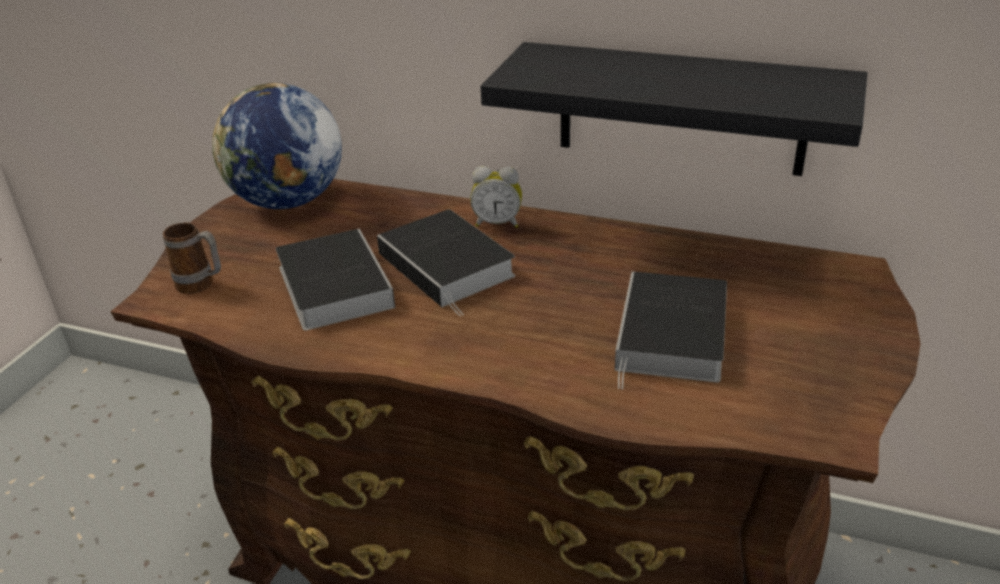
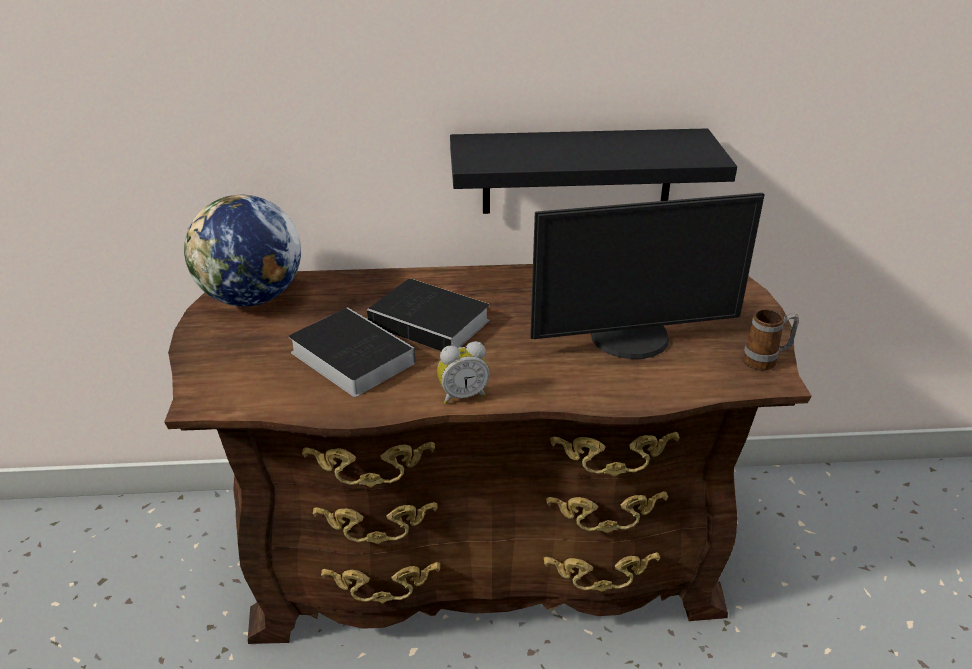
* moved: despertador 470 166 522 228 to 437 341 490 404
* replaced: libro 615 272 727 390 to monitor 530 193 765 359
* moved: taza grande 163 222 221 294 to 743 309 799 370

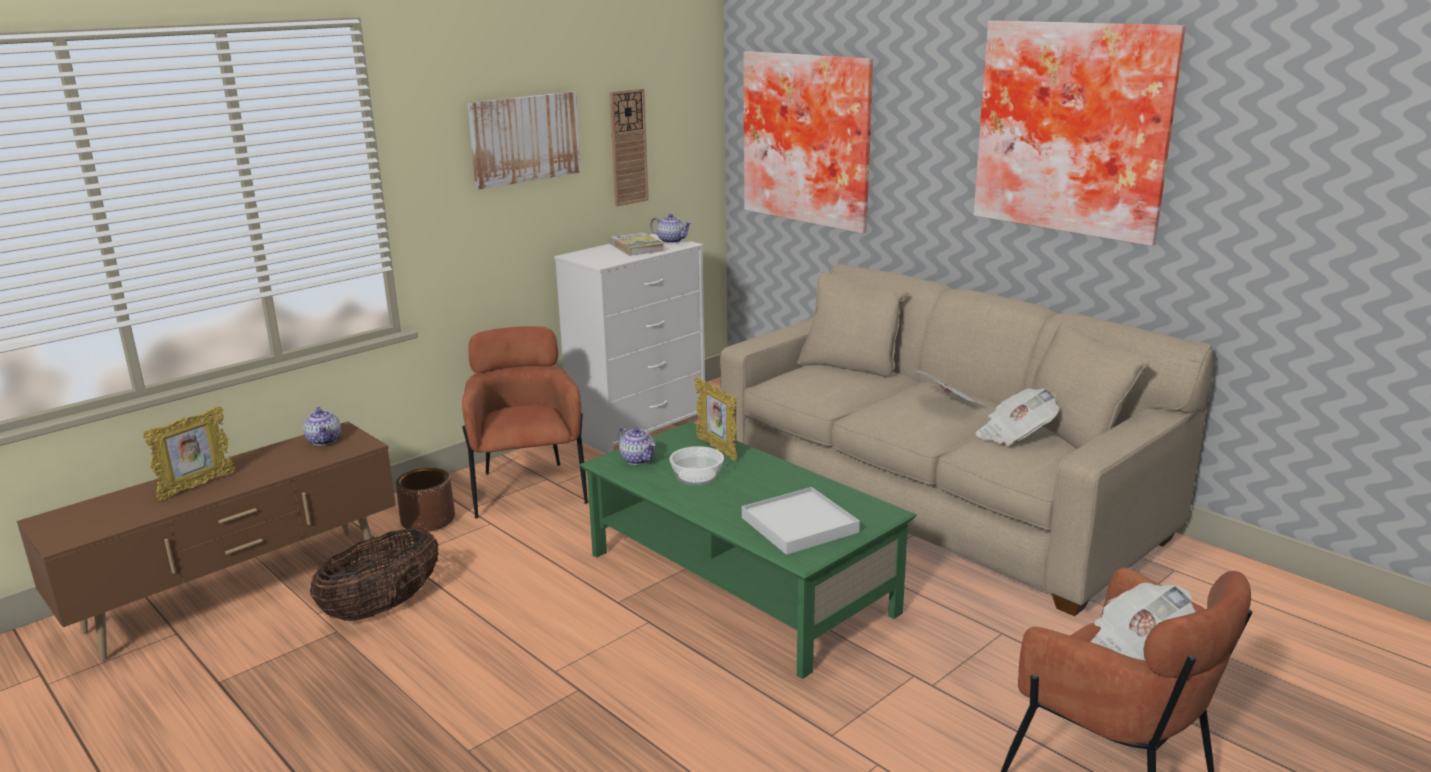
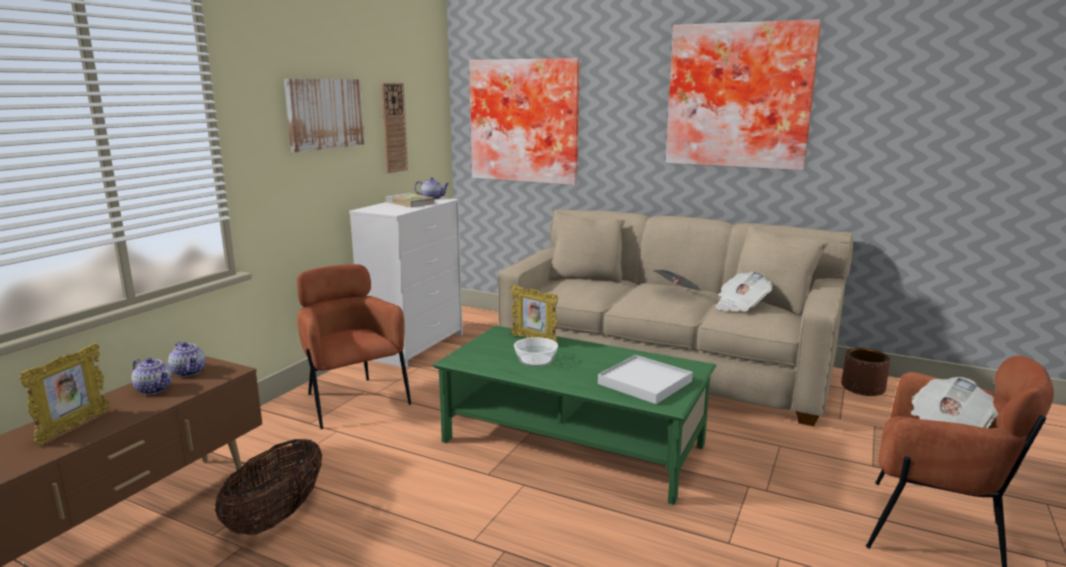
* moved: tetera 619 427 655 465 to 132 358 172 395
* moved: maceta/marrón 396 468 455 532 to 841 348 890 396

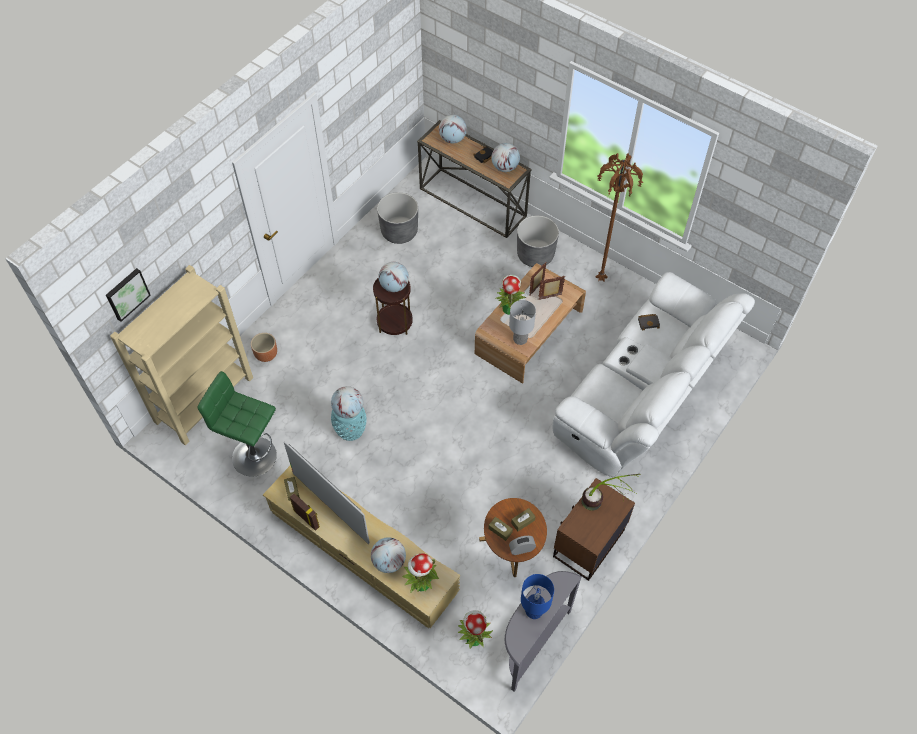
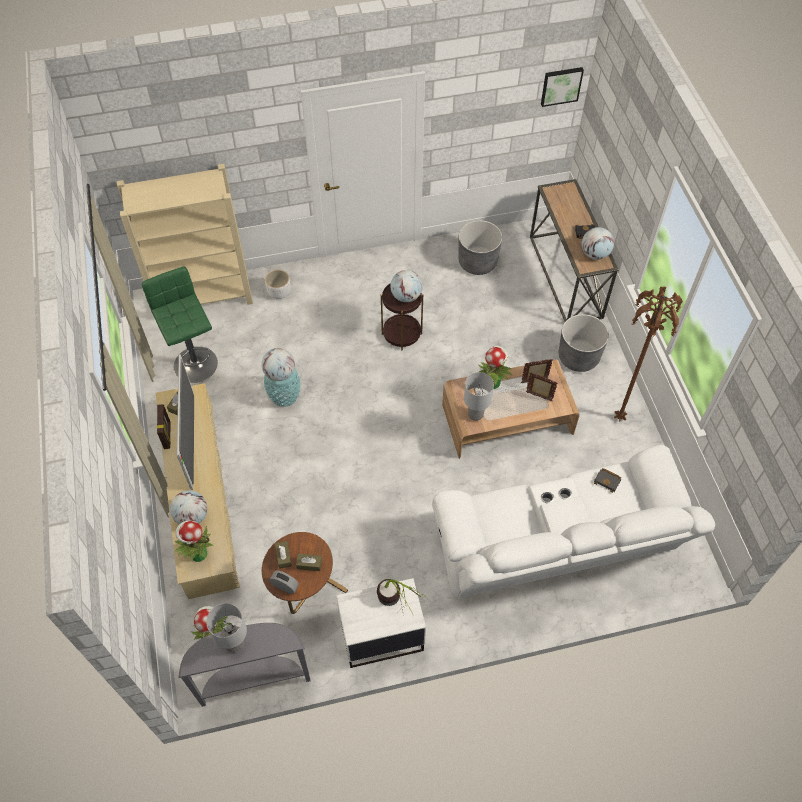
* recoloured: lámpara de mesa/azul 521 574 554 619 to lámpara de mesa/gris 206 603 247 653
* recoloured: maceta/marrón 251 333 277 362 to maceta/blanco 265 269 291 299
* recoloured: mesita de noche/marrón 553 478 635 581 to mesita de noche/blanco 336 578 426 668
* moved: cuadro 106 268 151 322 to 541 67 584 107
* removed: globo terráqueo 439 115 467 143

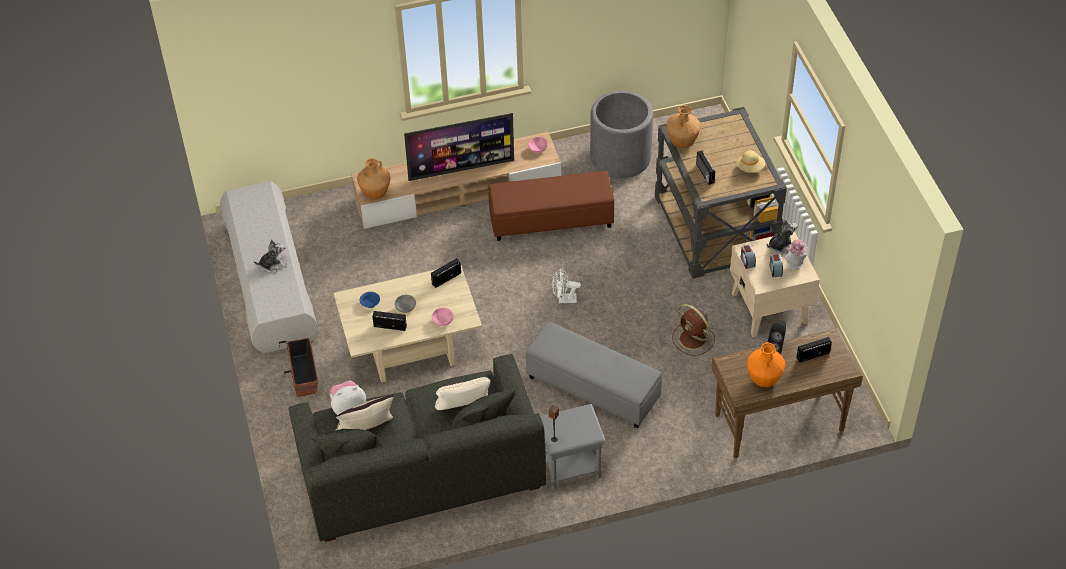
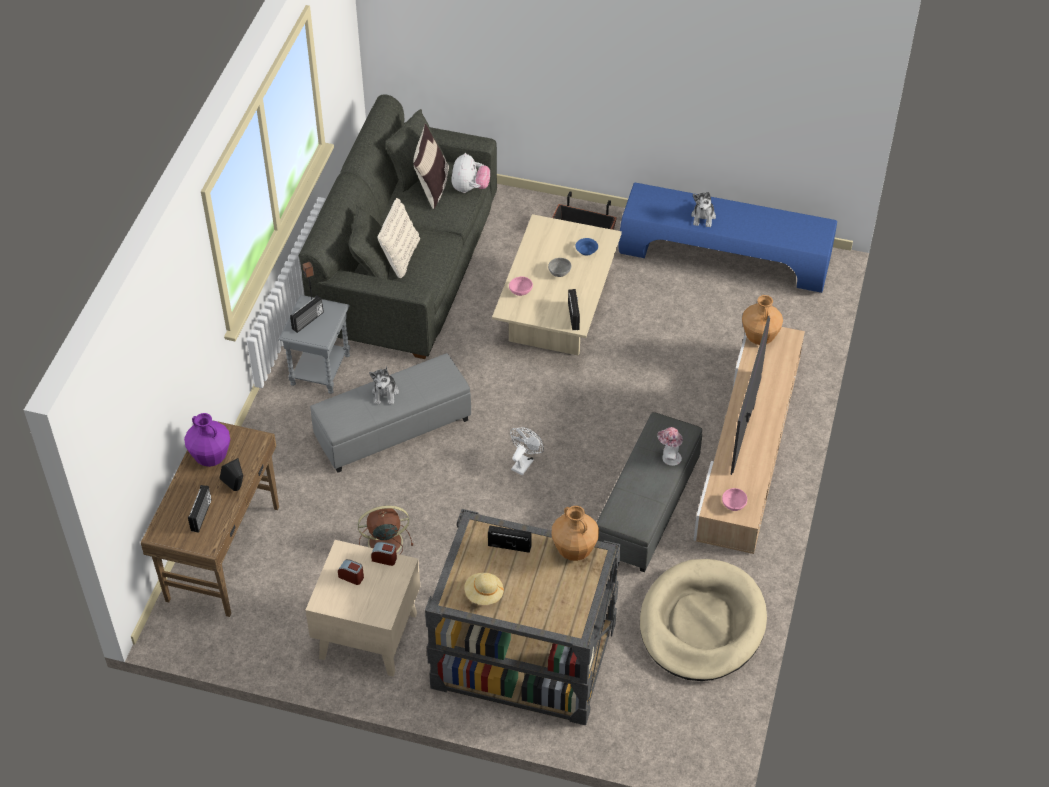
* recoloured: florero/naranja 747 342 785 387 to florero/morado 184 413 230 467
* moved: radio 372 311 407 331 to 290 295 324 333
* moved: peluche 767 220 798 254 to 369 366 399 405
* recoloured: puf/marrón 488 171 615 241 to puf/gris 596 412 702 572
* recoloured: banco/gris 220 181 318 353 to banco/azul 619 183 837 293
* replaced: maceta/gris 590 91 653 178 to cama para perro/beis 640 559 767 681
* moved: sombrero 784 239 807 270 to 657 427 683 466

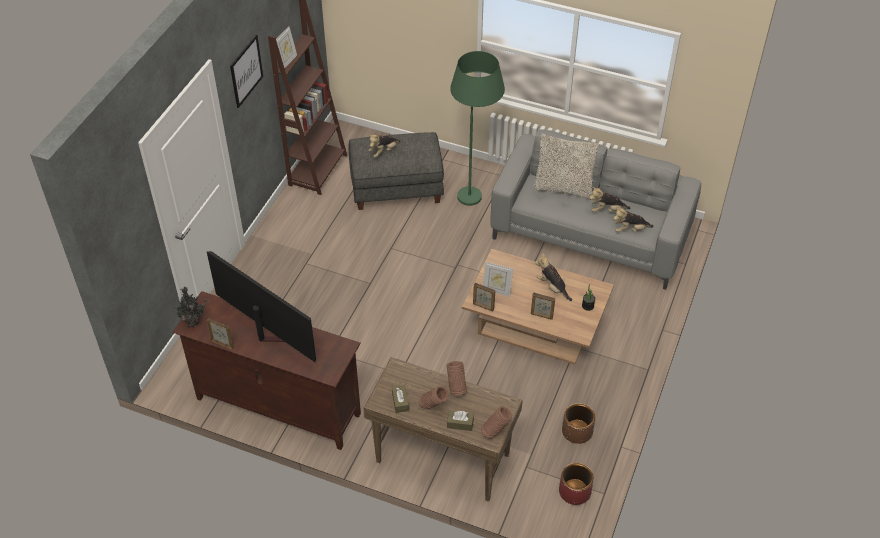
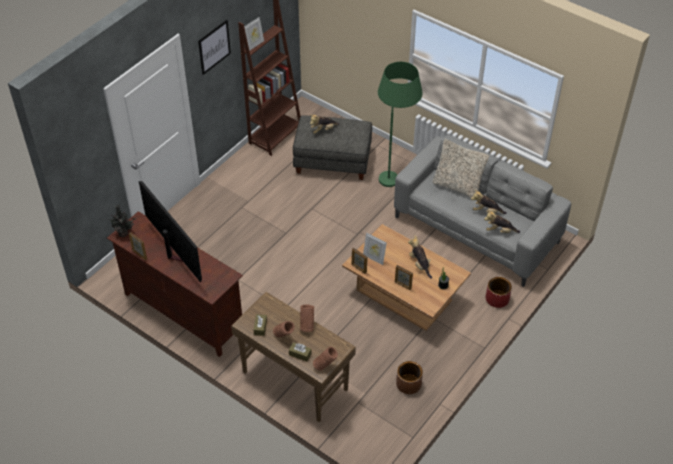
* moved: maceta/rojo 559 463 594 505 to 486 277 512 308

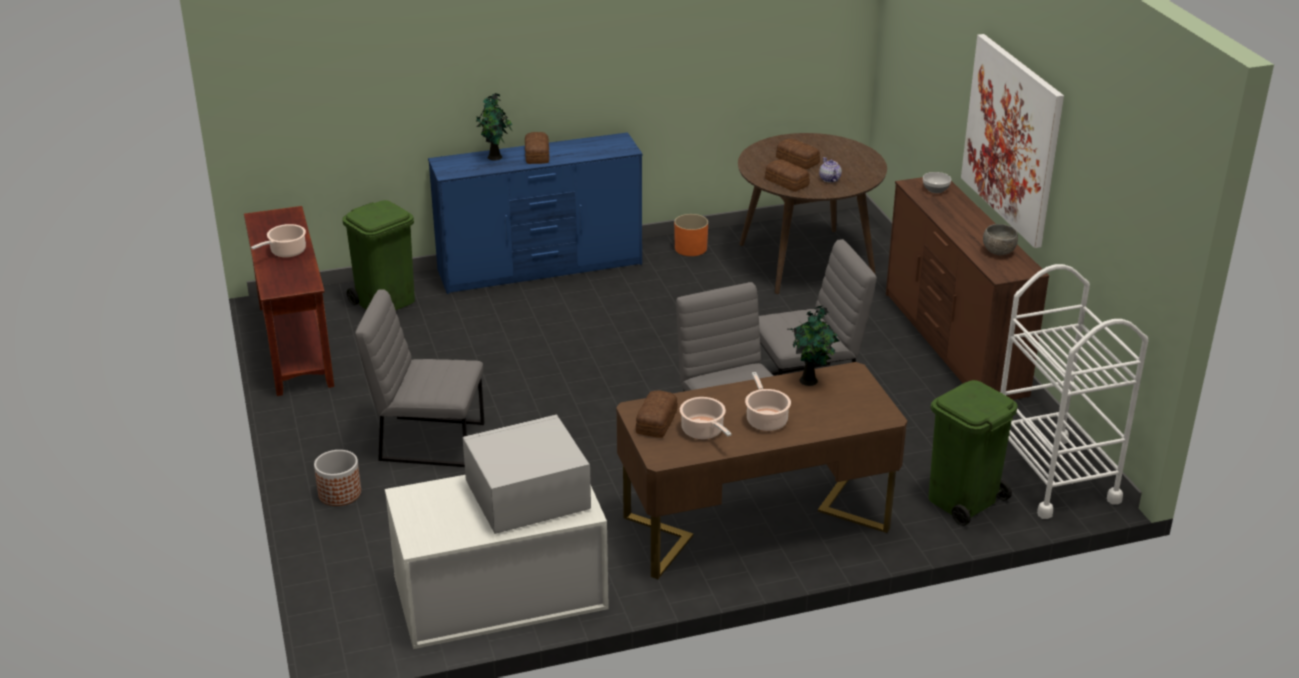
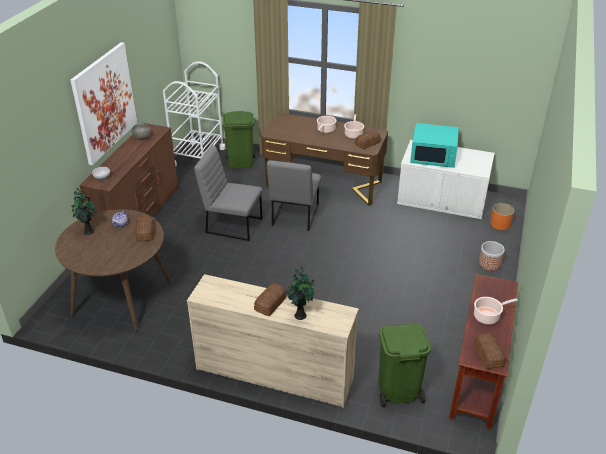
* moved: planta en maceta 788 306 840 386 to 71 189 97 235
* recoloured: cómoda/azul 428 132 643 294 to cómoda/beis 187 274 359 408
* recoloured: microondas/blanco 463 415 591 534 to microondas/turquesa 410 123 459 168
* moved: pan 776 139 820 169 to 474 333 506 369
* moved: maceta/naranja 674 214 708 256 to 490 203 514 230
* removed: silla/gris 355 289 484 467

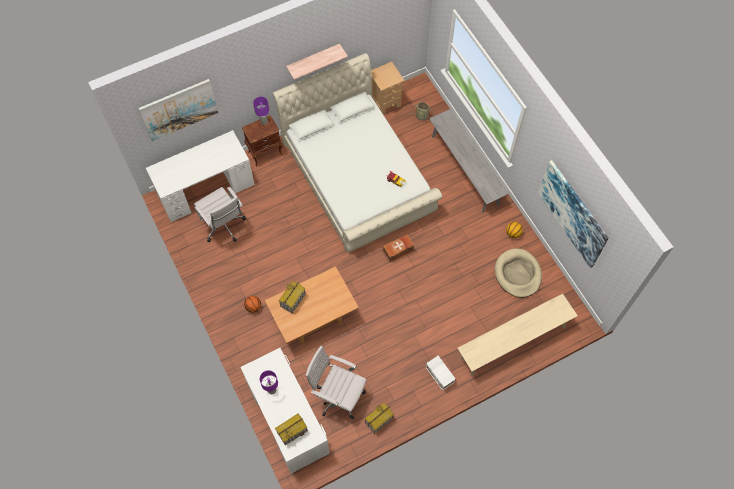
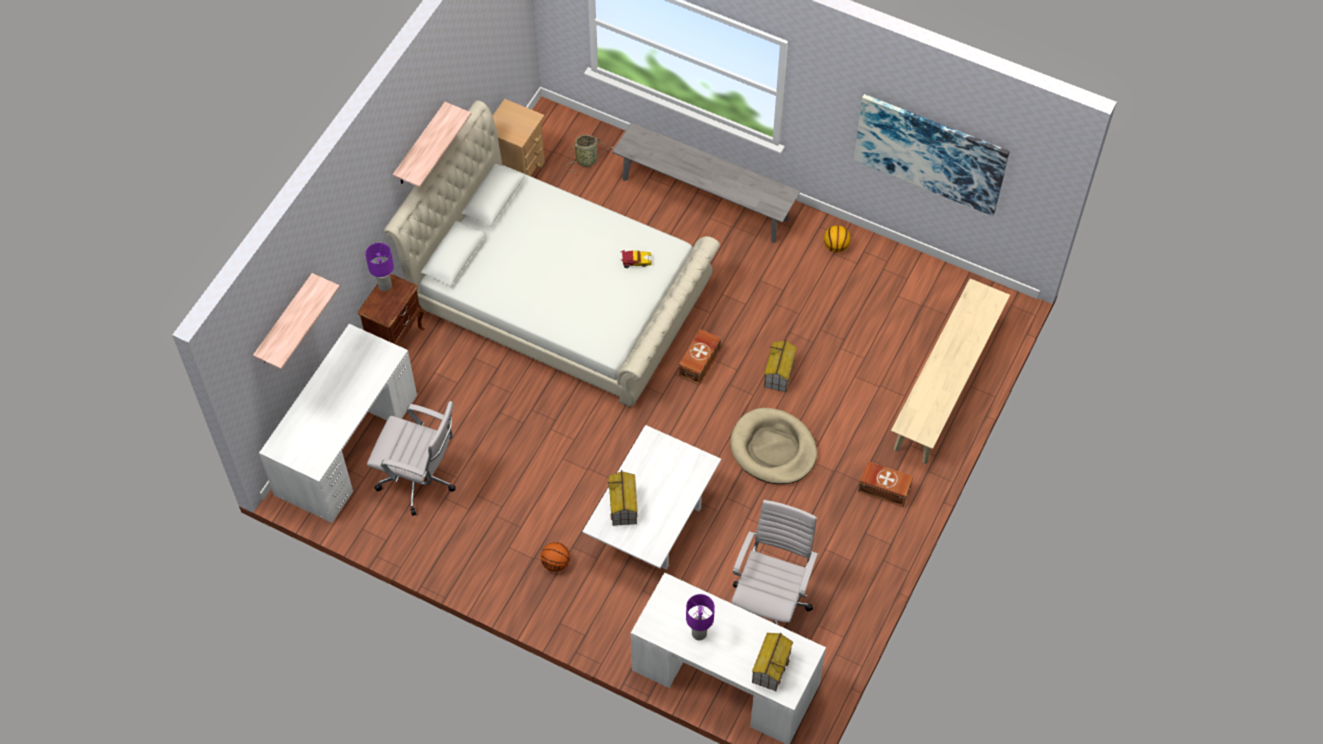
* replaced: cuadro 138 79 218 141 to estante 253 273 340 369
* recoloured: mesa de centro/marrón 264 266 359 345 to mesa de centro/blanco 582 425 721 570
* moved: cama para perro/beis 495 248 542 297 to 730 408 817 484
* turned: silla de oficina/blanco 305 346 366 420 = 731 500 818 625 120 degrees clockwise
* moved: casita 365 403 394 434 to 764 339 797 392
* recoloured: caja de almacenaje/blanco 426 356 455 391 to caja de almacenaje/marrón 858 461 913 507

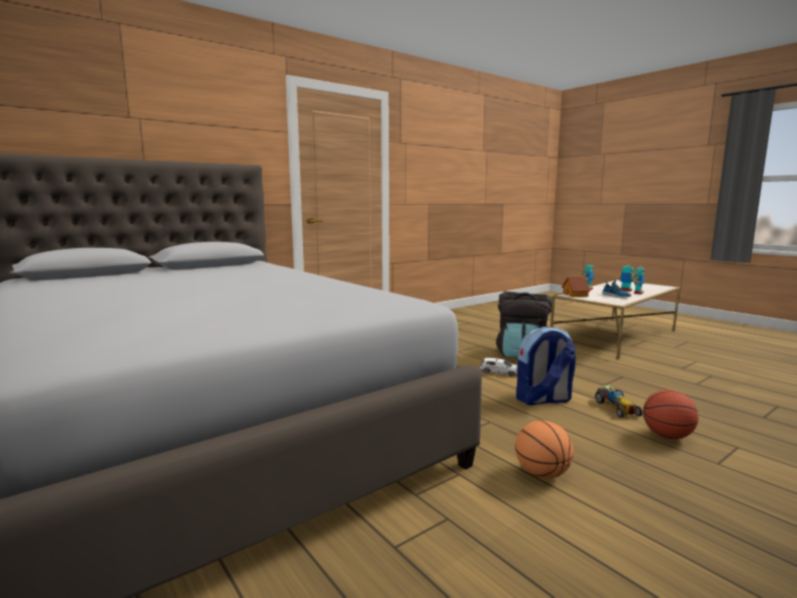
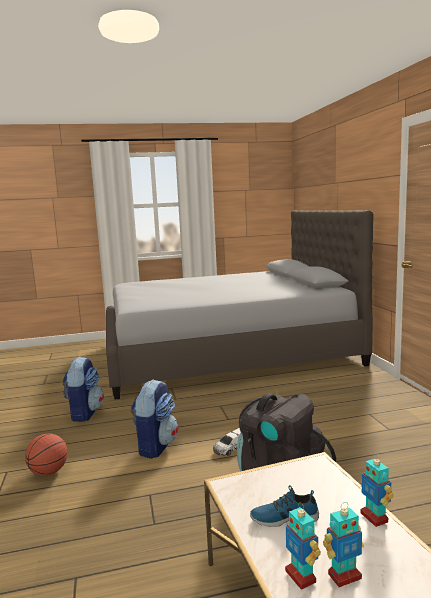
* replaced: balón de baloncesto 515 420 574 479 to mochila 62 357 104 422
* removed: casita 562 277 590 297
* removed: coche de juguete 595 385 642 418

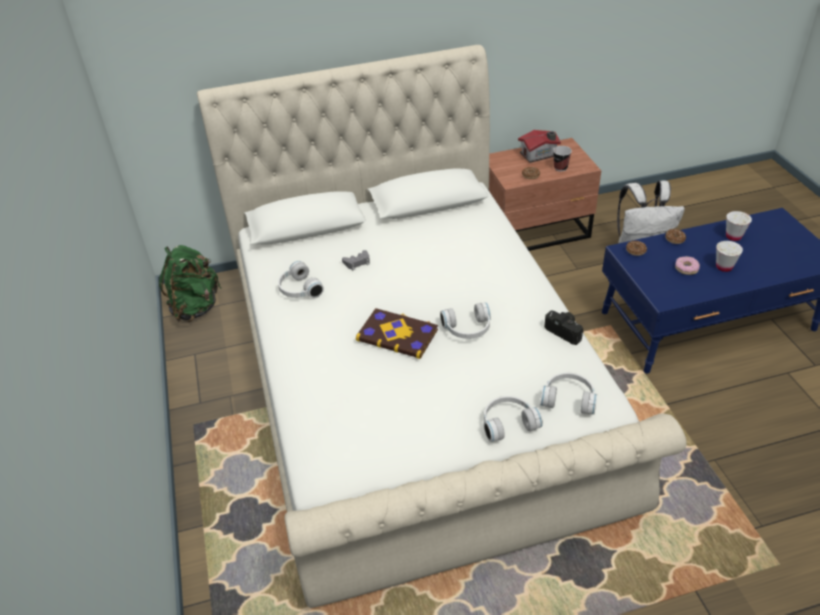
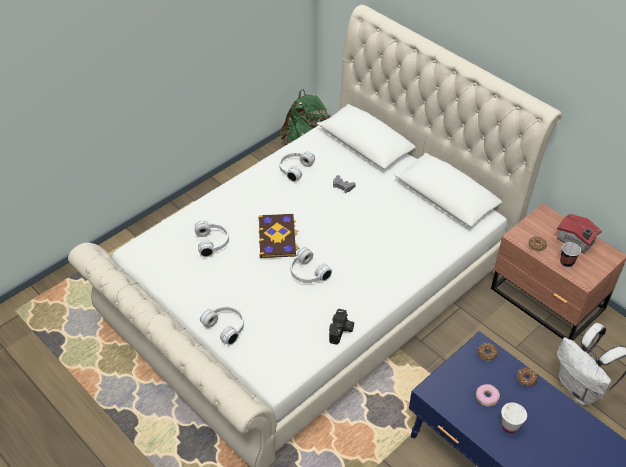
* moved: auriculares/blanco 540 373 597 414 to 195 220 229 257
* removed: taza/blanco 726 211 752 241

